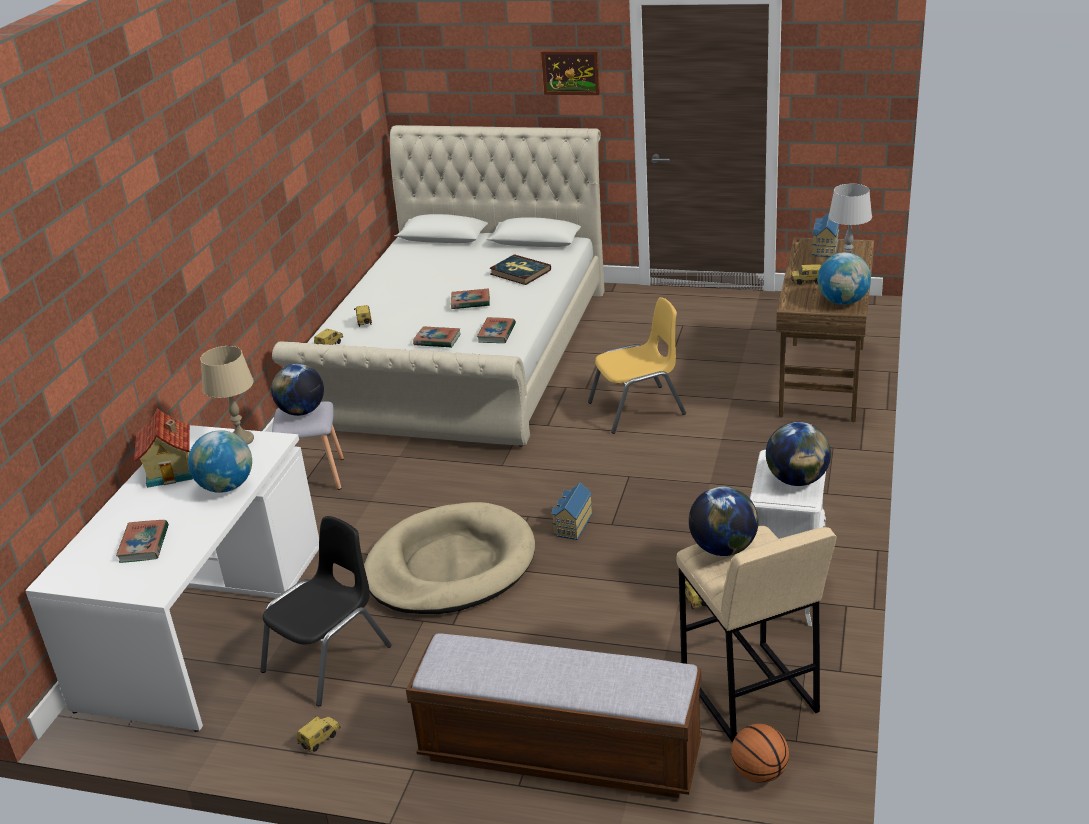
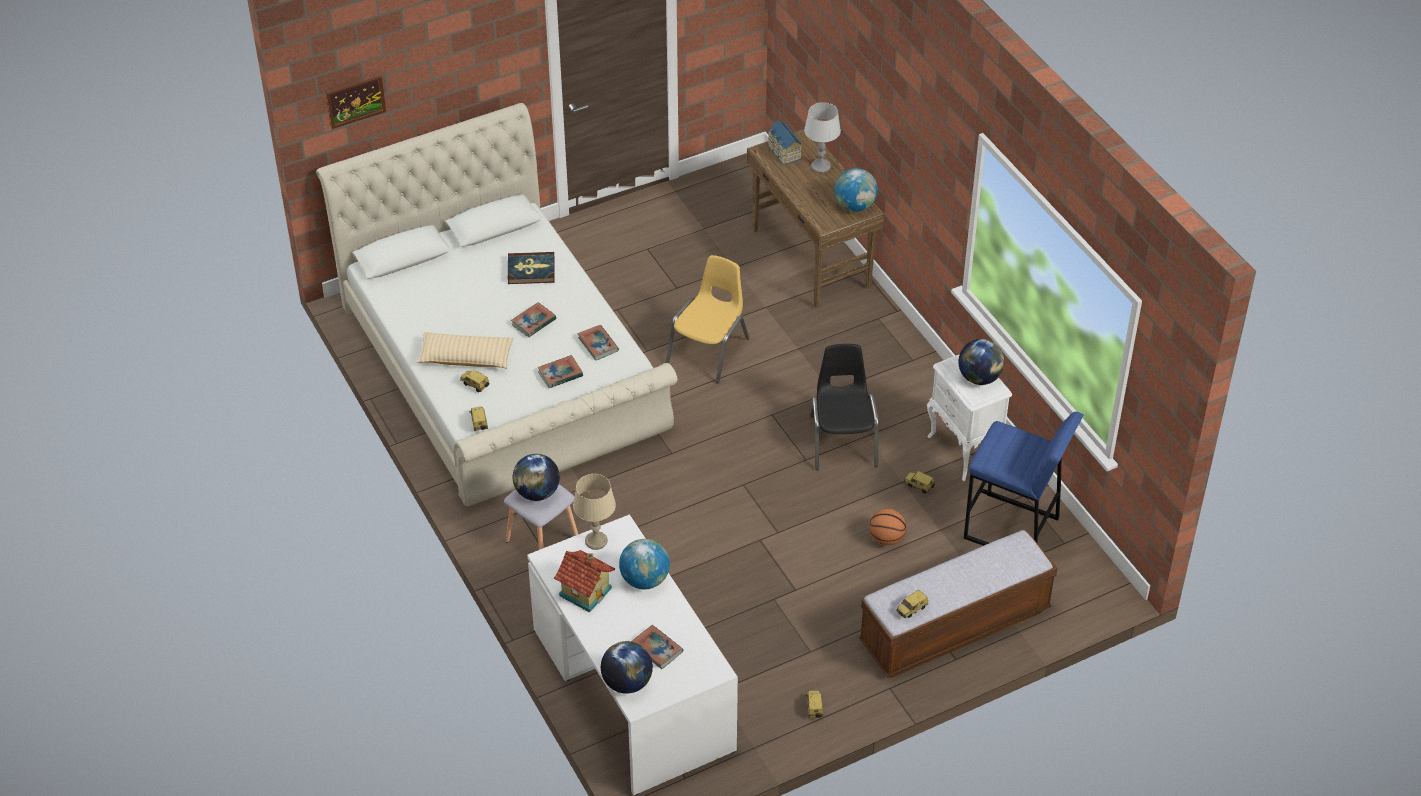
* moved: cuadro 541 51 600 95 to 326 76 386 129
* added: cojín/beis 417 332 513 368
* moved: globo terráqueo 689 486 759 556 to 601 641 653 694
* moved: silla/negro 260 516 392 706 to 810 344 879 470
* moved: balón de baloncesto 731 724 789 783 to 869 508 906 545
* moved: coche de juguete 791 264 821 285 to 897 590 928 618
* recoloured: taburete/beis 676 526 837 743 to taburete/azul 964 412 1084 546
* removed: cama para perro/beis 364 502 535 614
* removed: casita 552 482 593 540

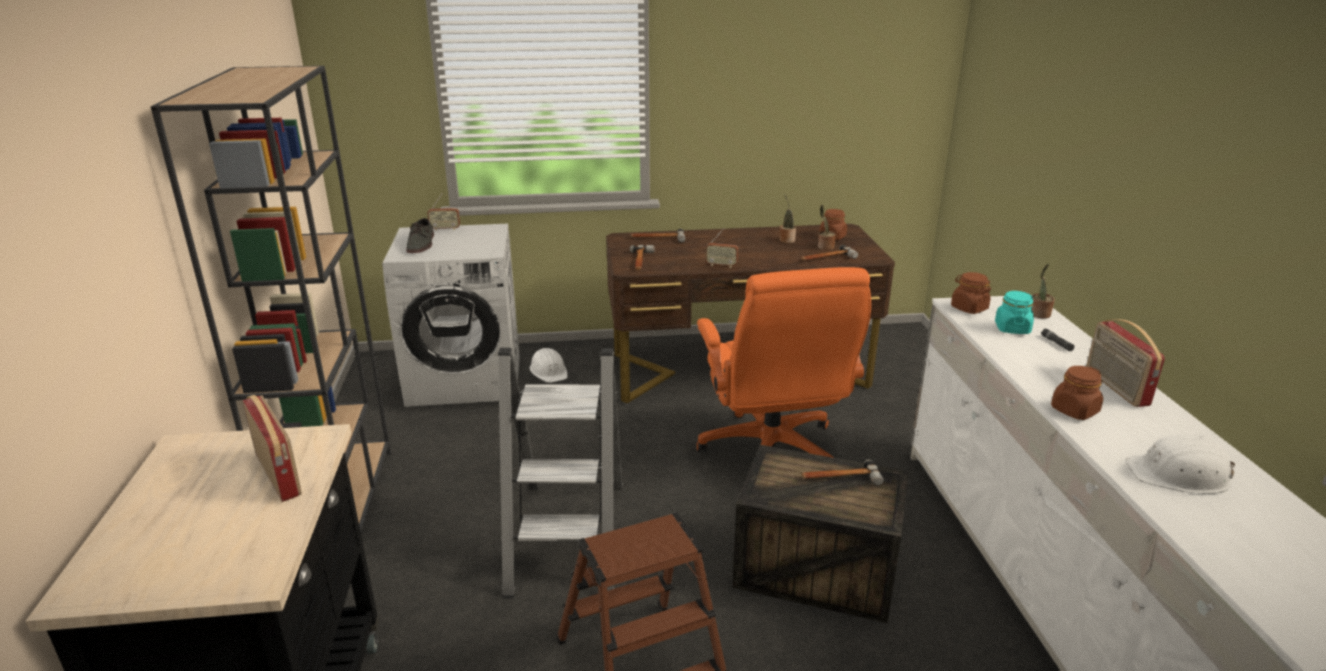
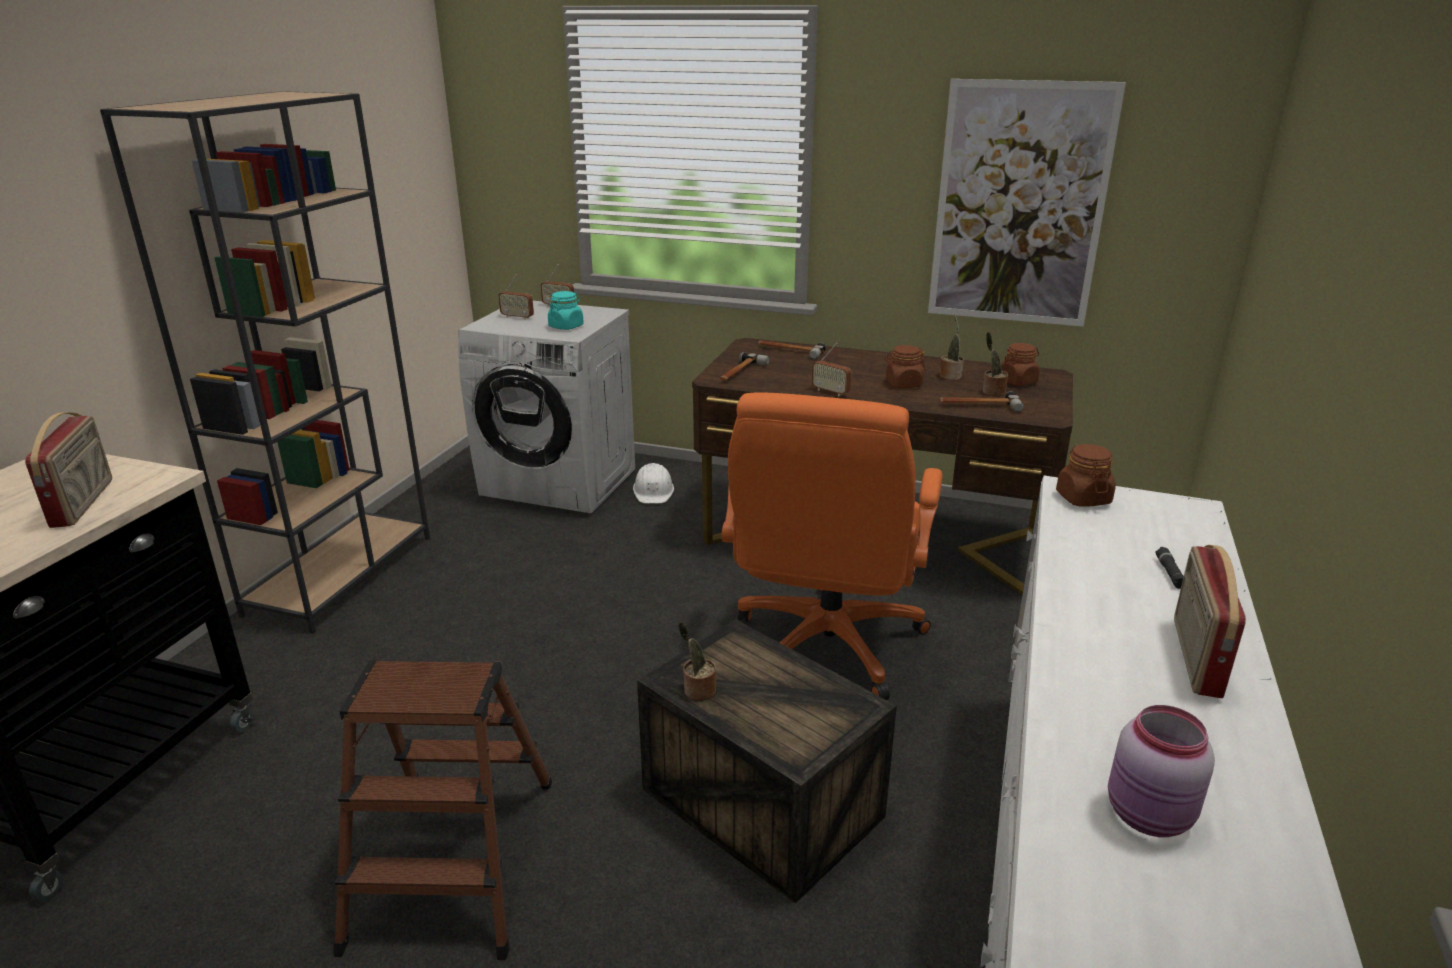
* replaced: zapato/gris 406 218 434 253 to radio 498 274 534 320
* moved: tarro/turquesa 995 291 1034 334 to 548 291 584 330
* moved: planta en maceta 1031 263 1055 318 to 678 622 716 701
* moved: tarro/marrón 1051 366 1103 420 to 885 345 926 388
* added: cuadro 928 79 1126 327
* replaced: casco/blanco 1126 433 1235 494 to tarro/rosa 1108 705 1215 837
* removed: escalera de tijera/gris 498 348 623 599
* removed: martillo 802 460 884 486

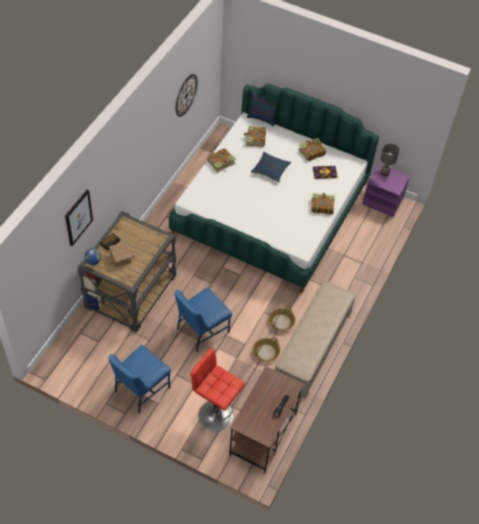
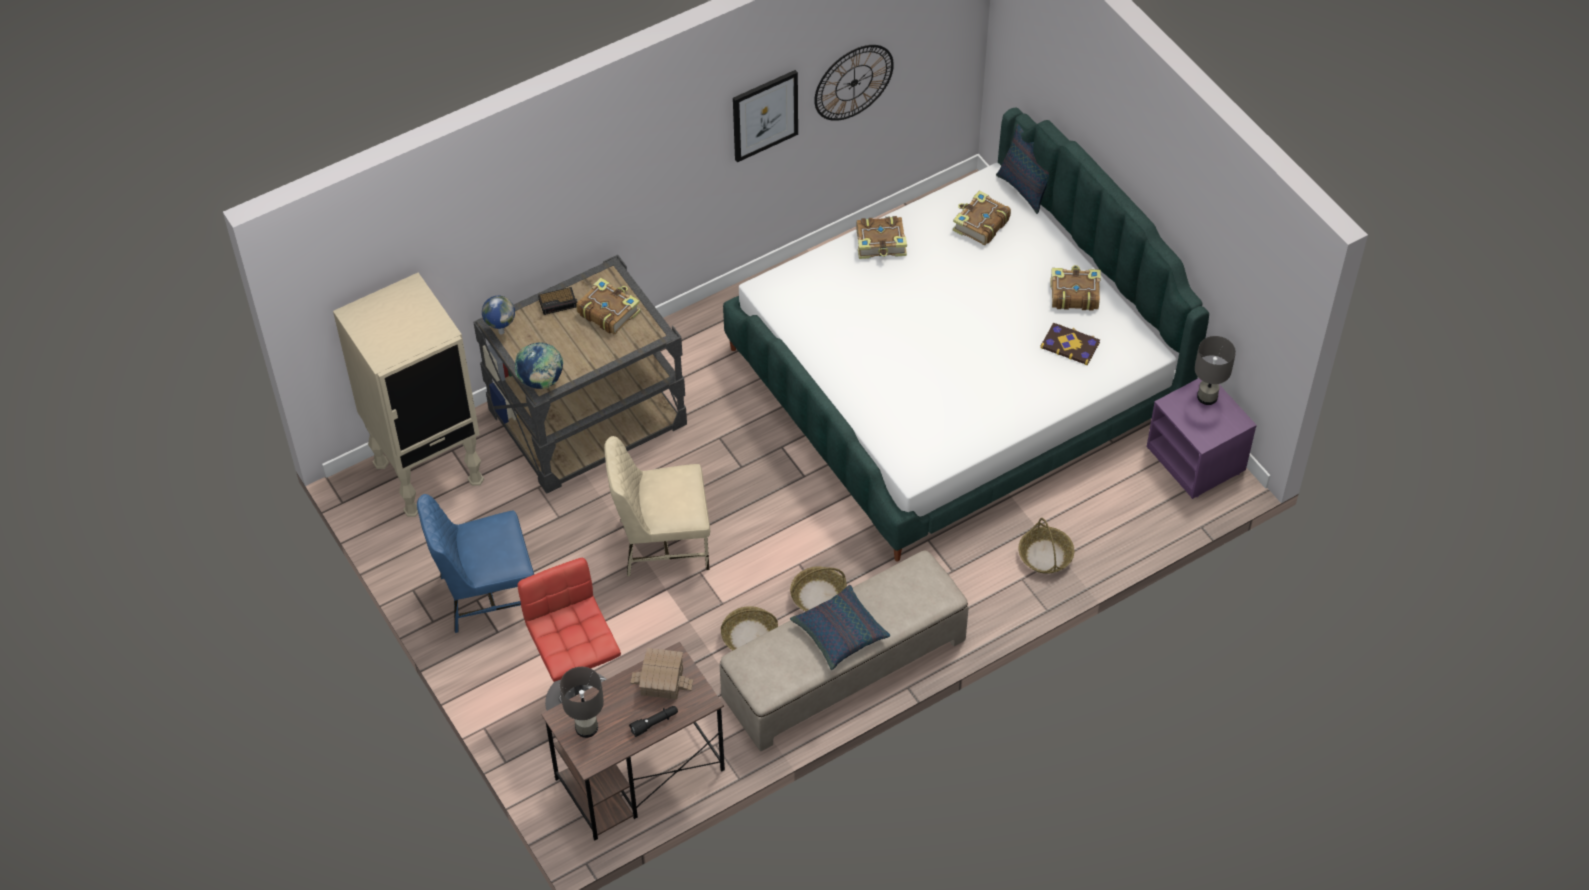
* added: armario/beis 333 272 484 517
* added: globo terráqueo 514 342 564 389
* added: lámpara de mesa/gris 560 667 604 738
* moved: libro 311 193 335 215 to 576 278 640 334
* recoloured: silla/azul 175 288 232 352 to silla/beis 604 436 710 576
* moved: casita 106 242 135 267 to 630 648 693 700
* moved: cuadro 65 190 93 246 to 733 70 798 162
* moved: cojín/azul 251 152 291 182 to 790 585 890 670
* added: cesta 1018 518 1074 574

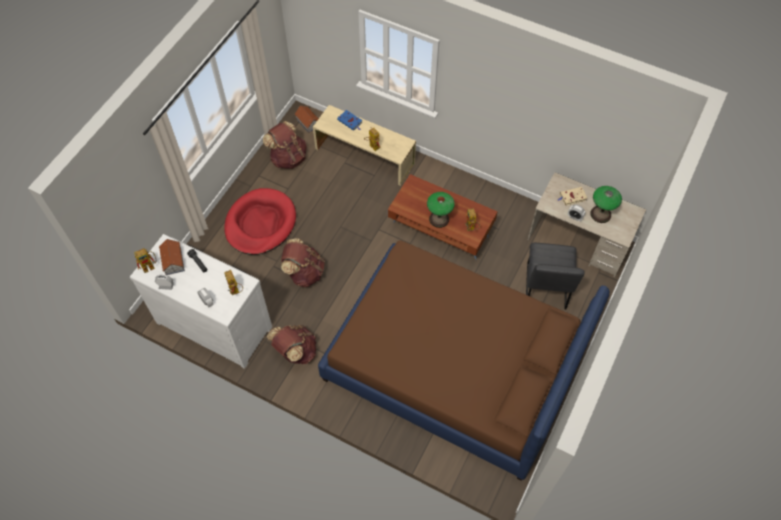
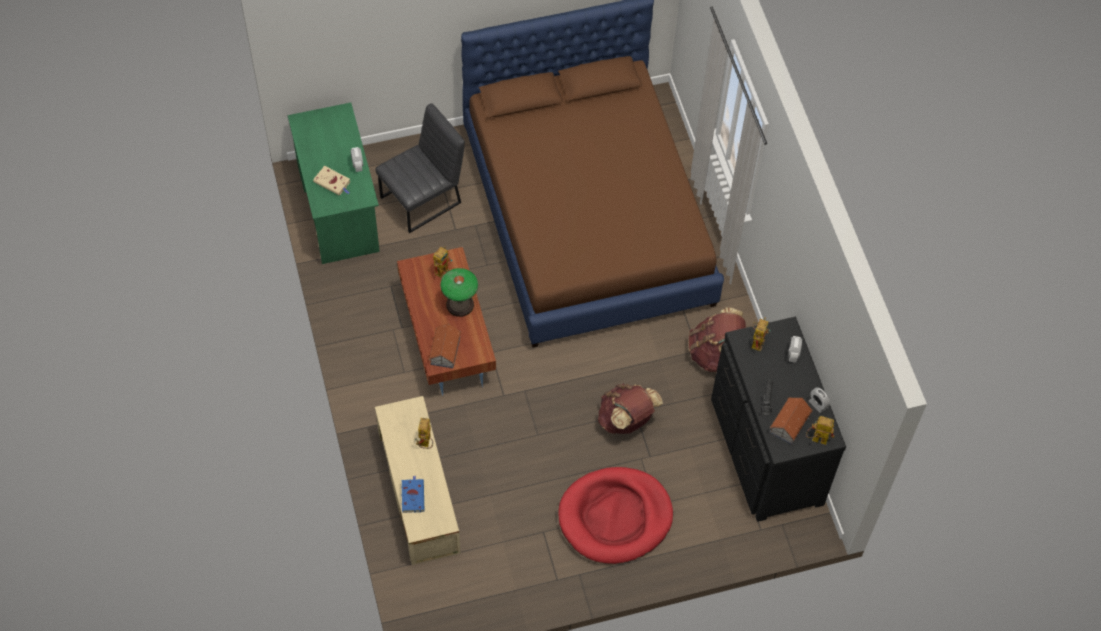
* recoloured: escritorio/beis 528 172 646 277 to escritorio/verde 287 102 380 264
* moved: casita 294 105 318 133 to 428 323 461 368
* recoloured: cómoda/blanco 130 234 272 369 to cómoda/negro 711 317 846 522
* removed: mochila/marrón 263 121 307 169
* removed: lámpara de mesa 590 186 622 223

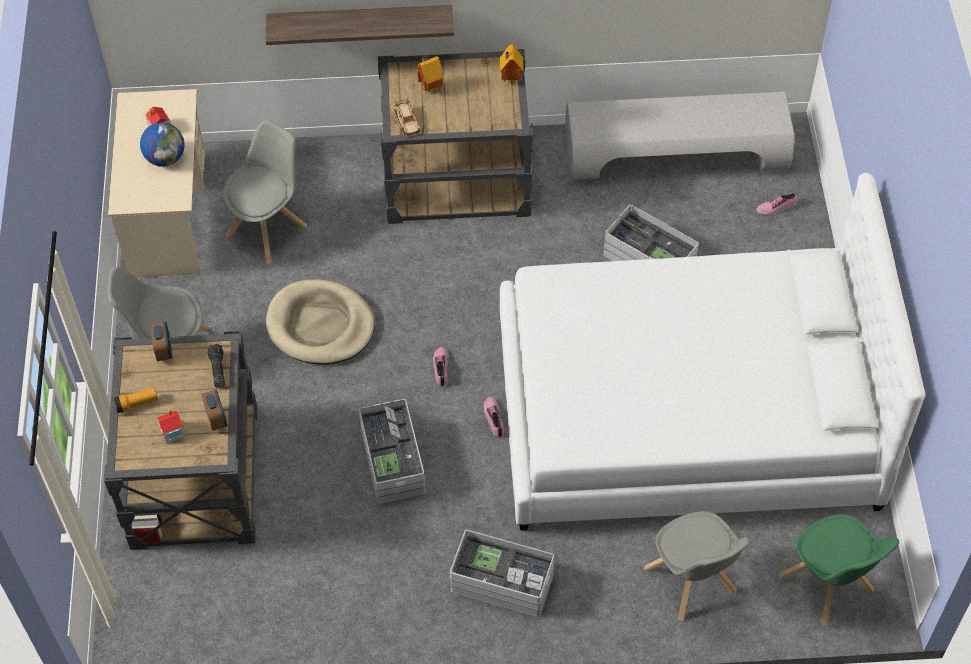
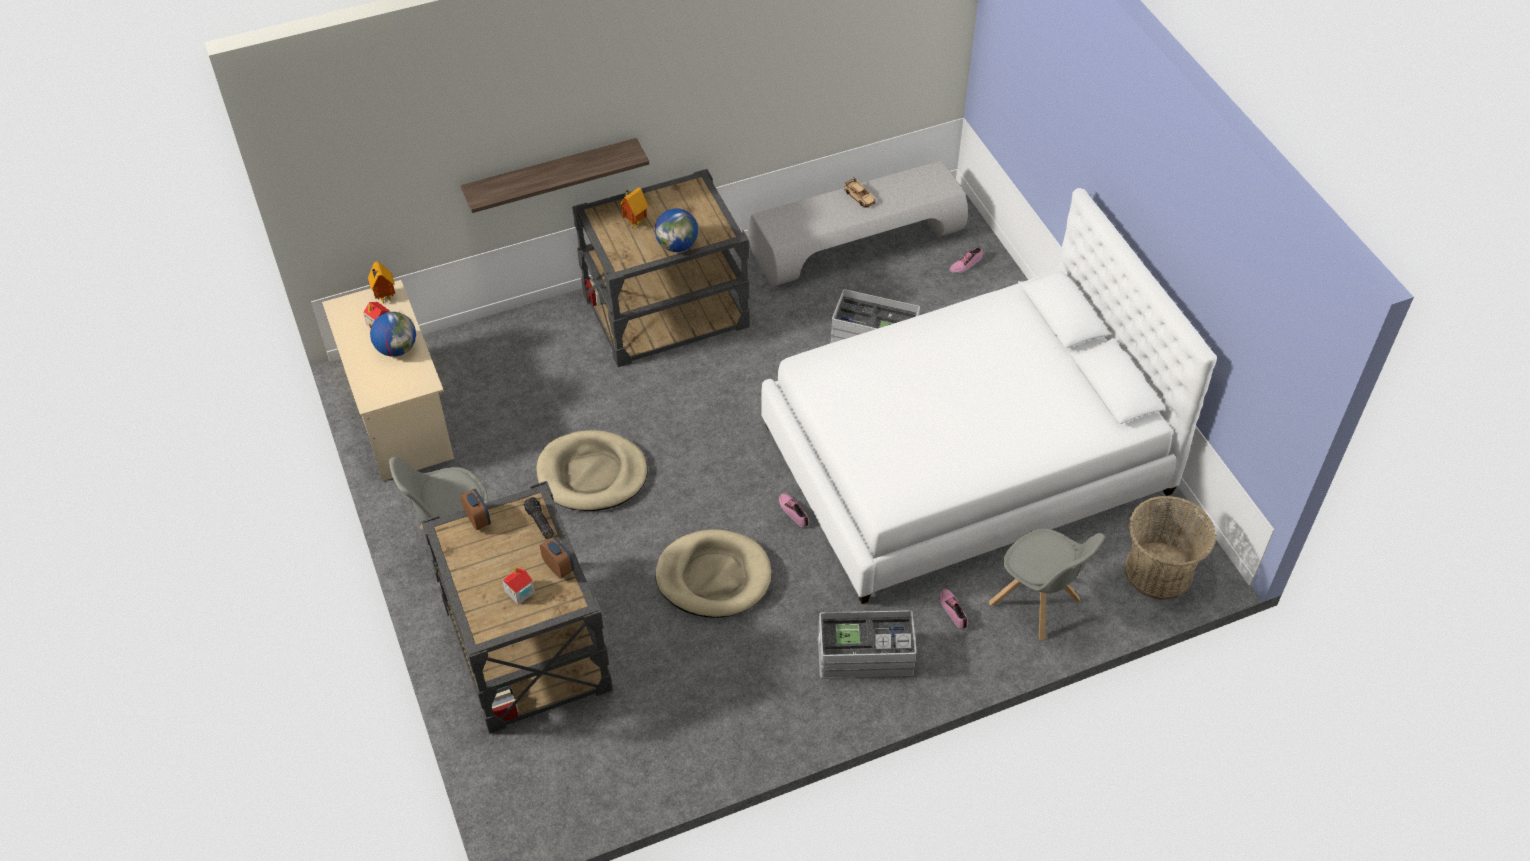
* moved: casita 500 44 524 86 to 368 261 395 303
* added: globo terráqueo 655 208 698 252
* replaced: caja de almacenaje/gris 359 399 426 504 to cama para perro/beis 655 529 771 618
* moved: coche de juguete/beis 394 98 420 137 to 844 177 875 208
* moved: zapato 433 347 449 387 to 940 589 968 629
* replaced: silla/verde 779 514 899 626 to cesta 1124 496 1216 600
* removed: linterna 113 387 158 413
* removed: silla/gris 223 120 307 264

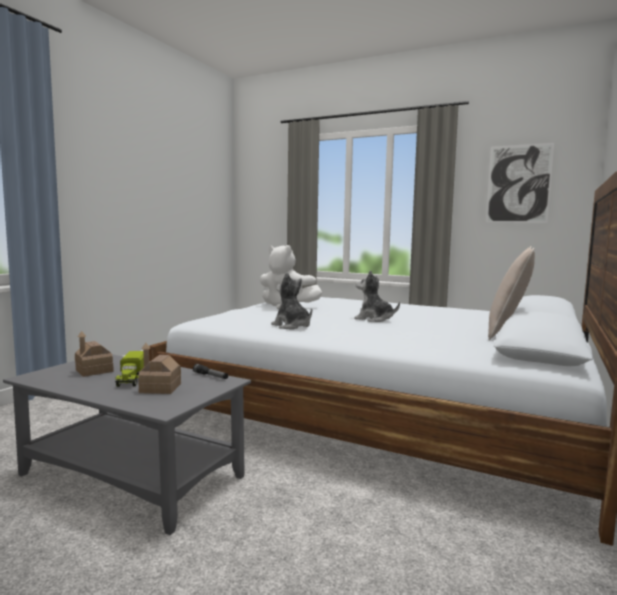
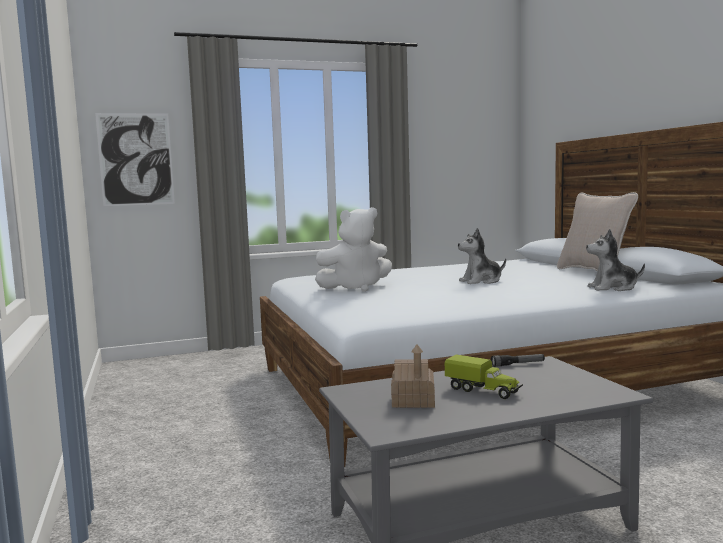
* moved: cuadro 486 143 554 223 to 95 113 175 206
* moved: peluche 271 273 312 329 to 586 229 645 291
* removed: casita 138 343 181 394

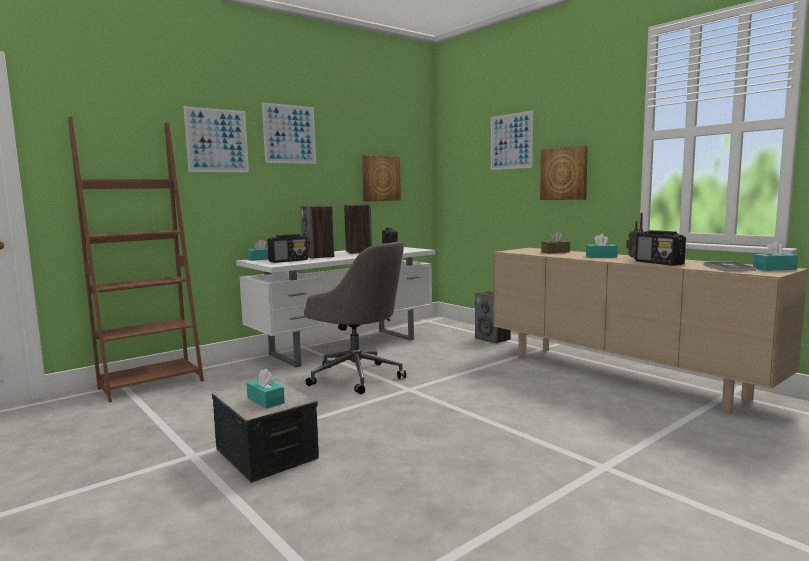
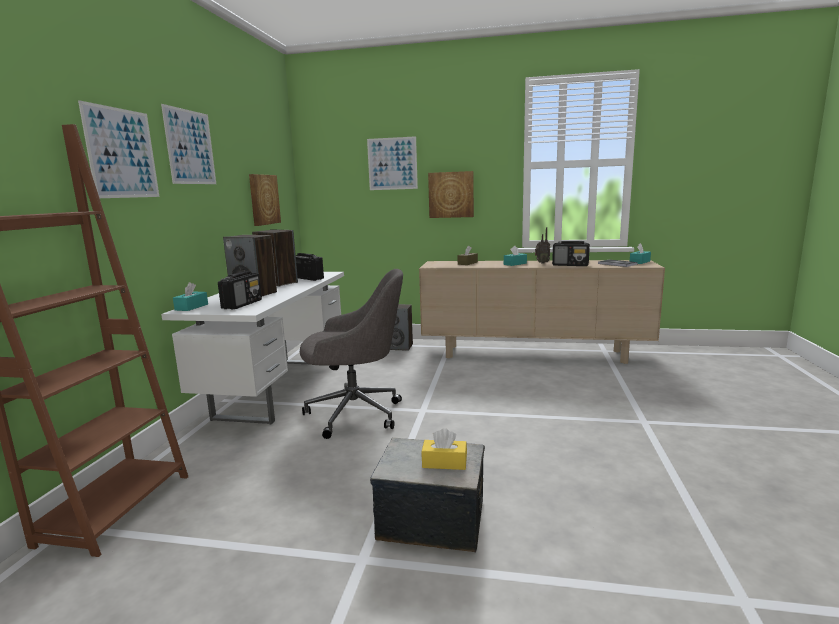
* recoloured: caja de pañuelos/turquesa 247 369 285 409 to caja de pañuelos/amarillo 421 428 467 470

